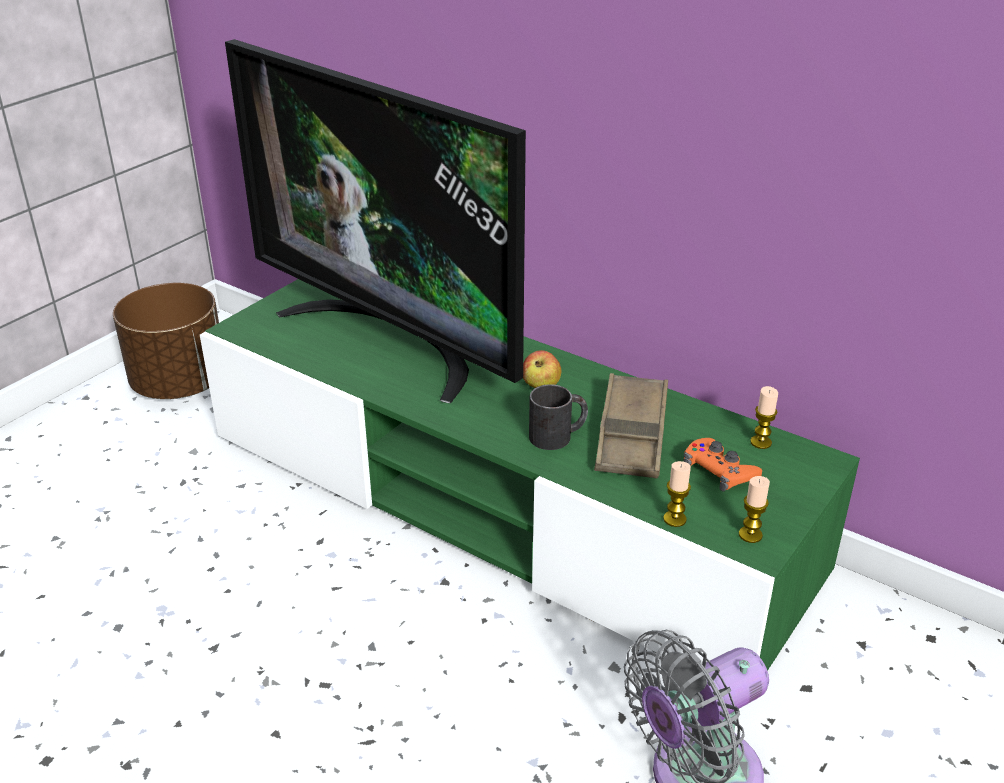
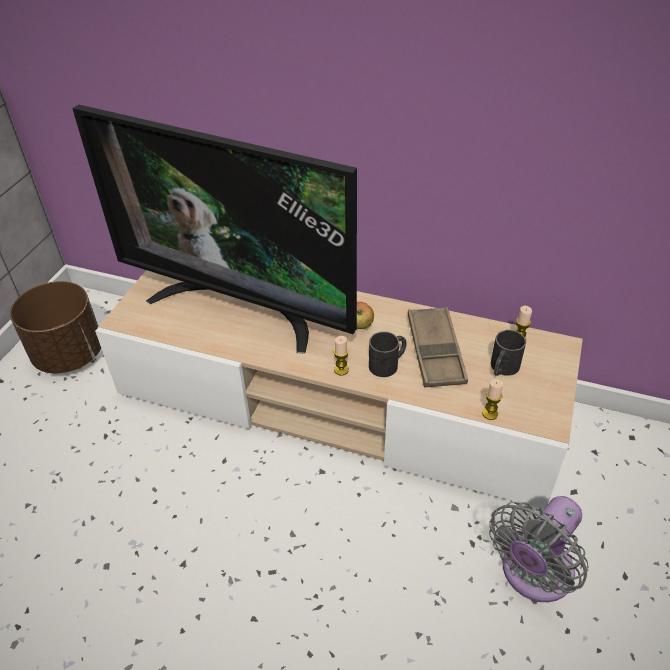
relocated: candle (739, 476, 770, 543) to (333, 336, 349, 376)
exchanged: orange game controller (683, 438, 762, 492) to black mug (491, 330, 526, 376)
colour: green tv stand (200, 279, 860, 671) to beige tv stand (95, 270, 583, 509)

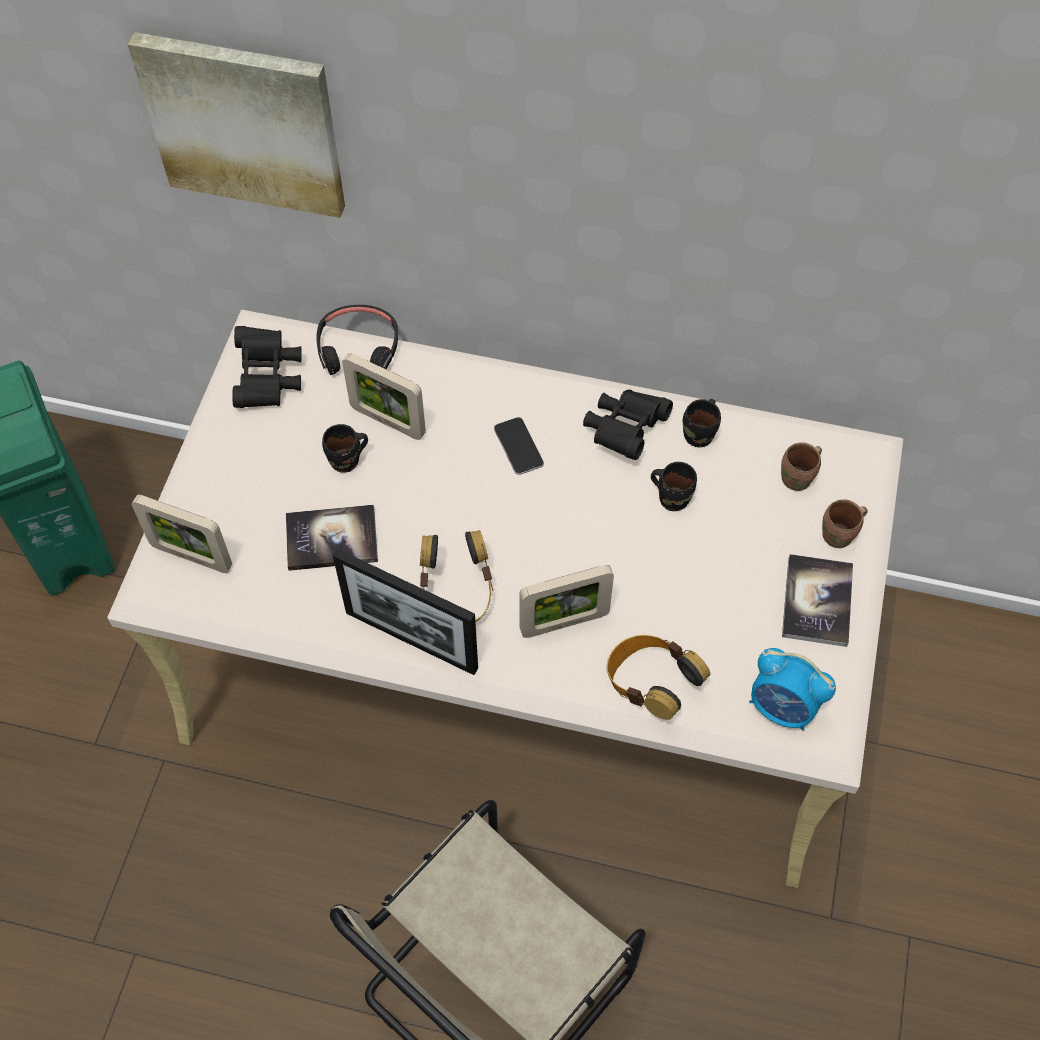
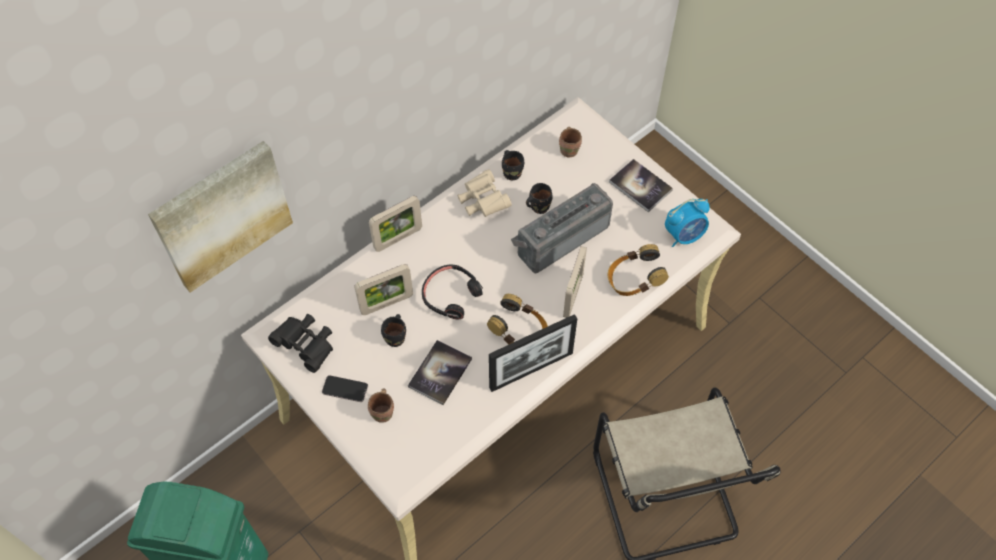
appeared: radio (511, 183, 613, 274)
relocated: picture frame (131, 495, 232, 573) to (369, 196, 422, 252); black headphones (316, 305, 398, 375) to (422, 265, 483, 319); phone (494, 417, 544, 475) to (322, 375, 368, 402); brown mug (822, 499, 868, 548) to (368, 388, 394, 423)
colour: black binoculars (583, 390, 673, 460) to beige binoculars (457, 169, 512, 217)

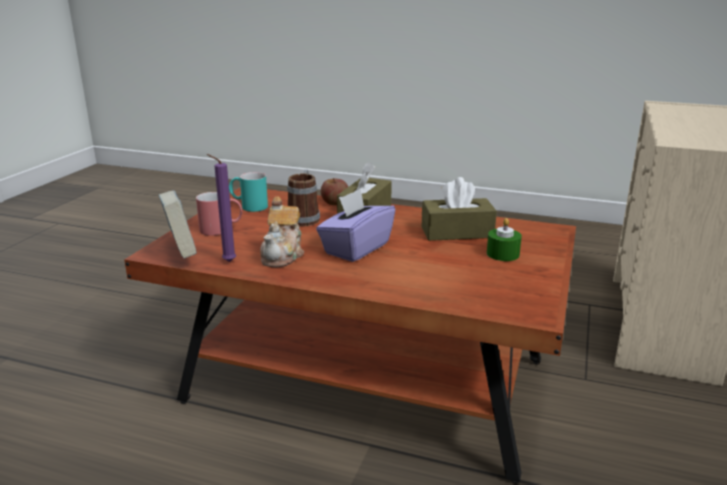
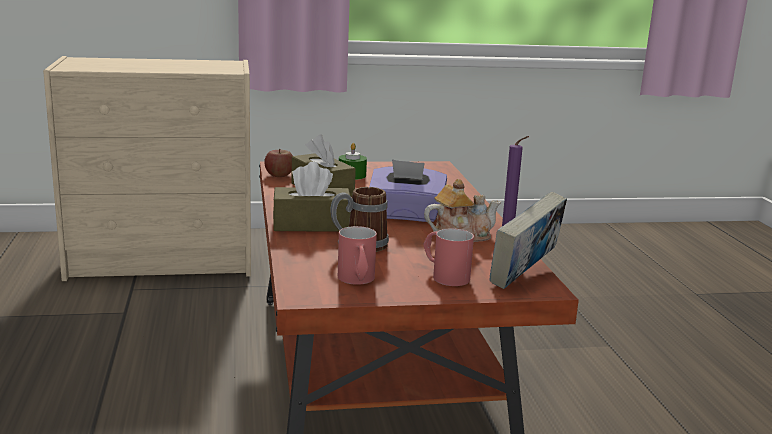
relocated: apple (321, 178, 348, 205) to (264, 149, 293, 177)
colour: turquoise mug (229, 172, 268, 212) to red mug (338, 226, 377, 285)

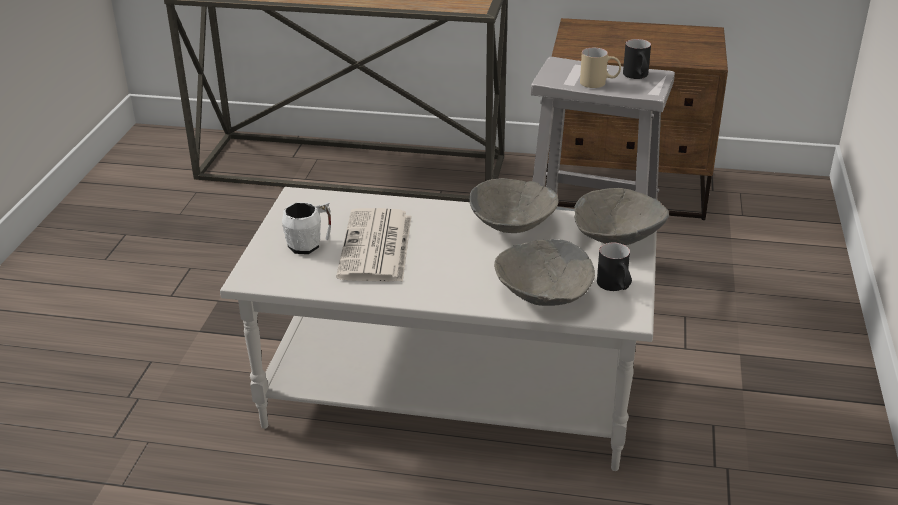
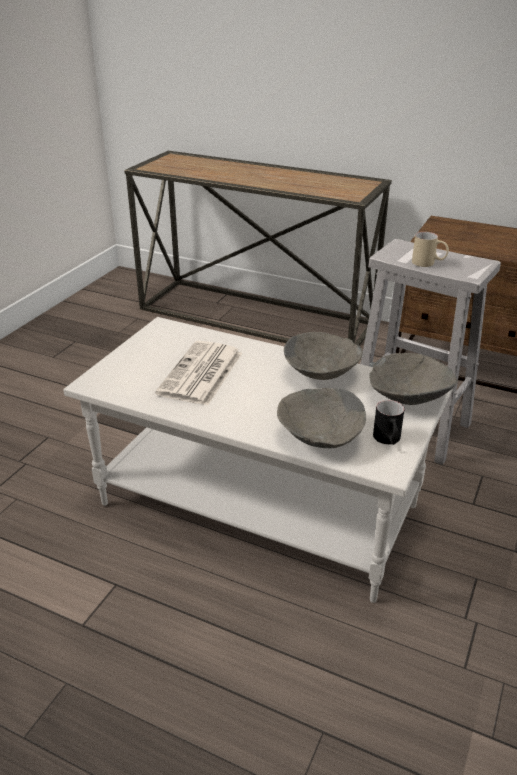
missing: white mug (282, 202, 331, 254); black mug (623, 39, 651, 79)

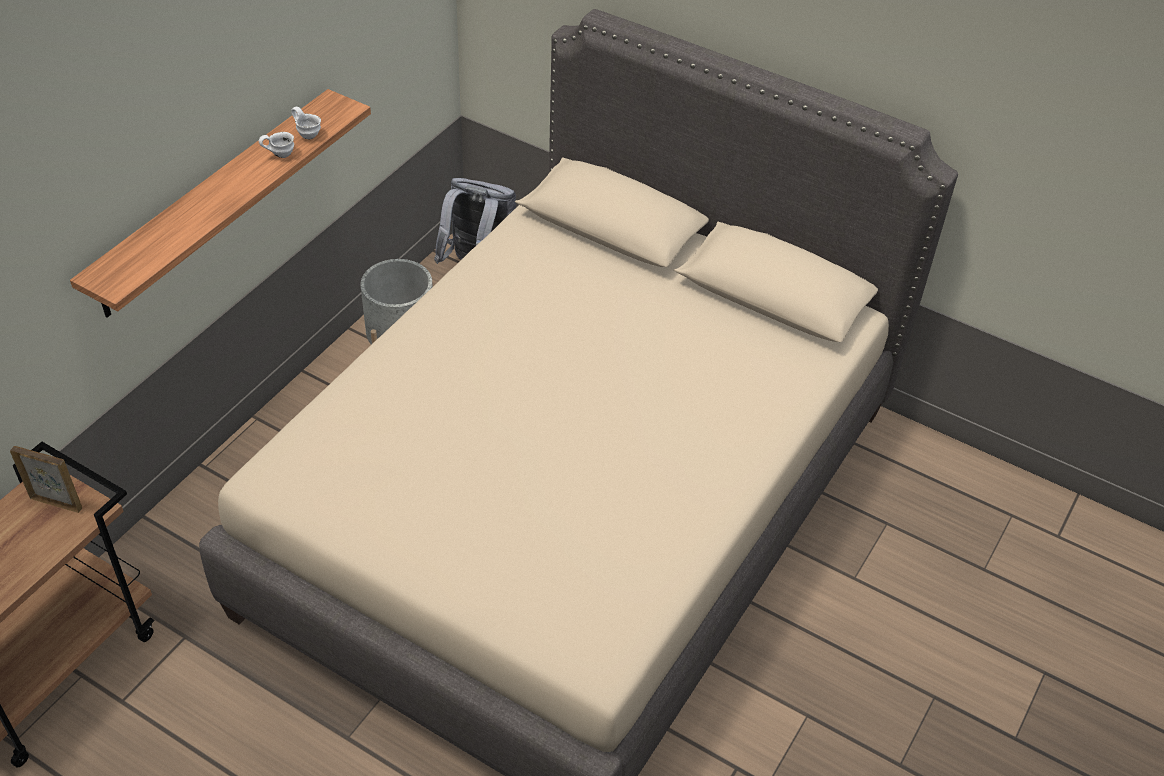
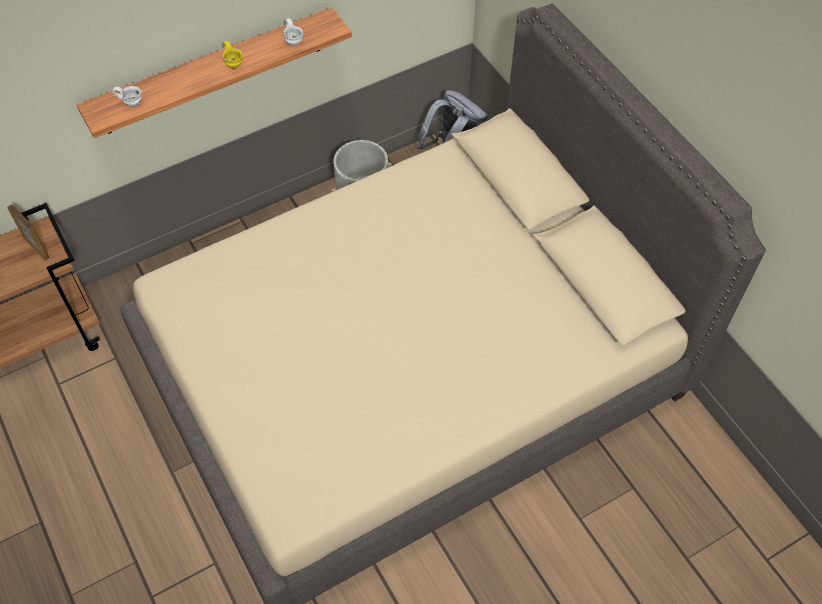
appeared: yellow mug (222, 41, 243, 69)
relocated: white mug (259, 132, 294, 158) to (113, 86, 142, 107)

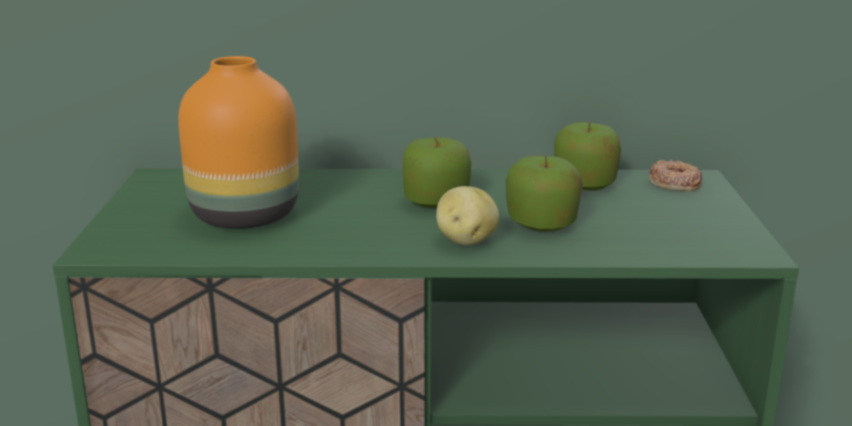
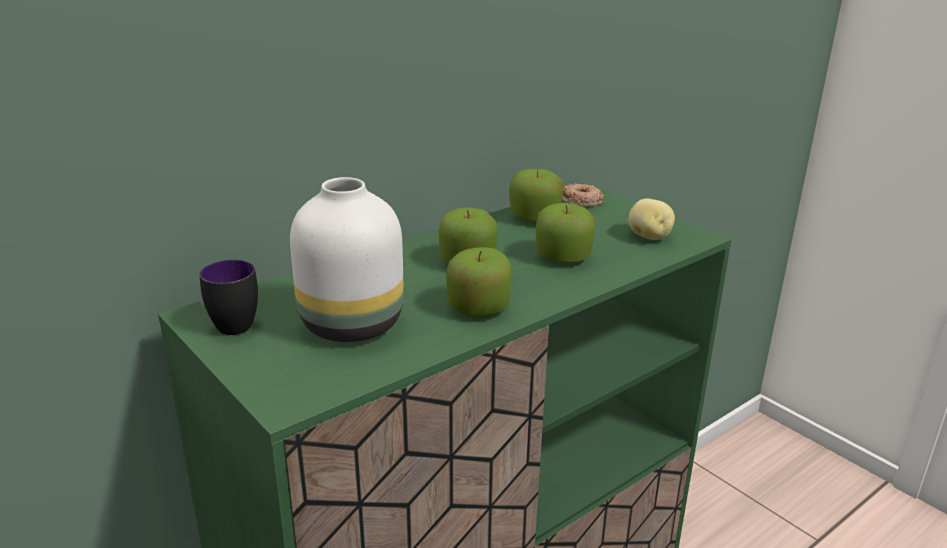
appeared: mug (200, 260, 258, 335); apple (446, 247, 512, 318)
relocated: potato (436, 186, 499, 246) to (629, 198, 675, 240)
colour: orange vase (178, 56, 299, 229) to white vase (290, 177, 404, 342)

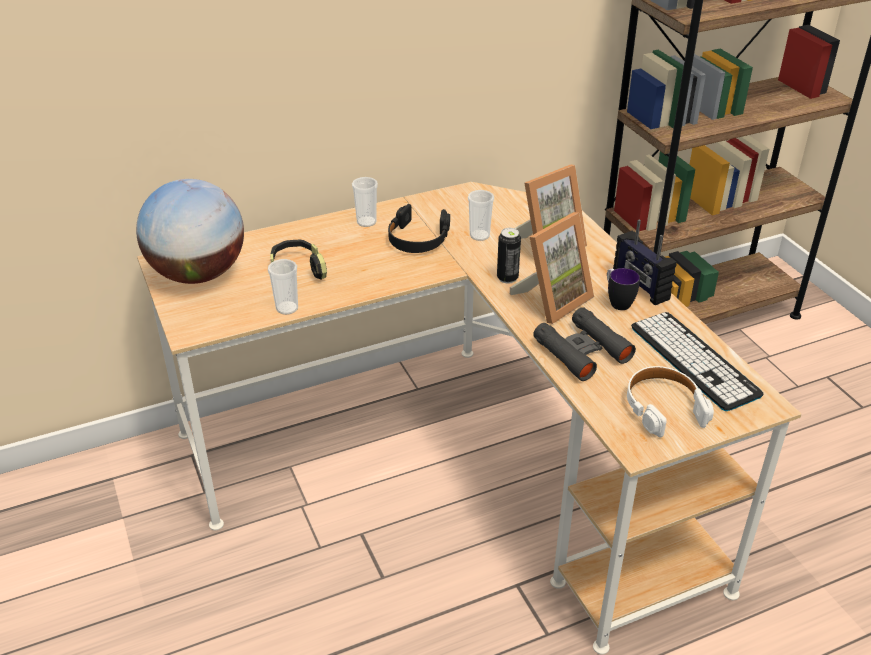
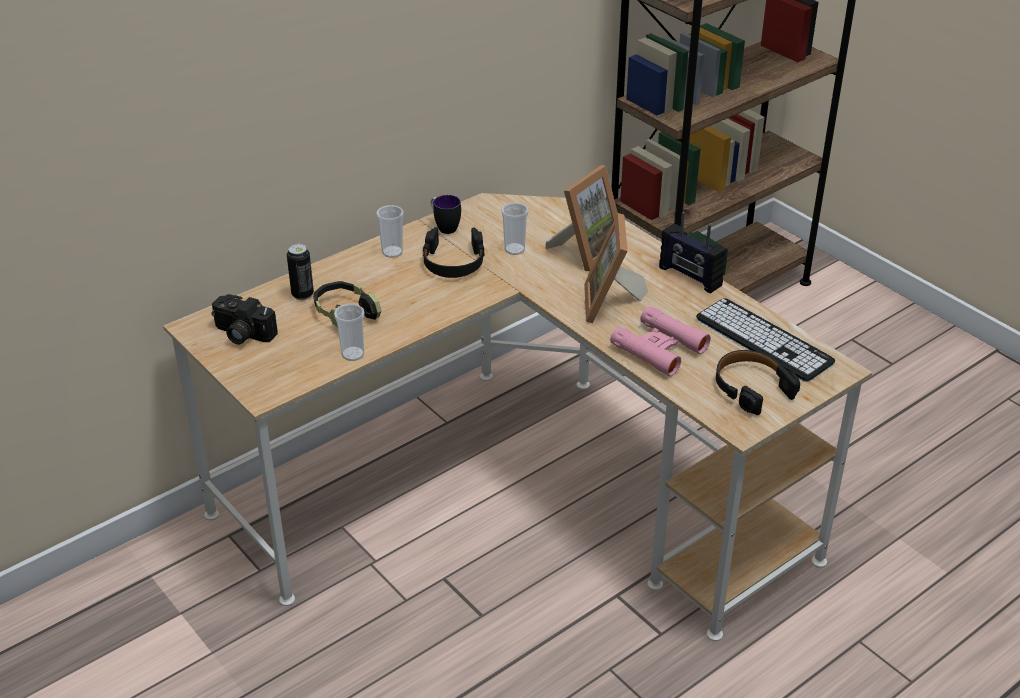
relocated: can (497, 228, 521, 284) to (287, 244, 314, 300); mug (607, 268, 640, 310) to (431, 195, 461, 234)
exchanged: globe (136, 179, 244, 284) to photo camera (211, 294, 278, 345)
colour: black binoculars (533, 307, 636, 381) to pink binoculars (610, 306, 711, 376); white headphones (627, 366, 714, 438) to black headphones (716, 350, 800, 415)
spun: picture frame (510, 212, 594, 324) = (584, 213, 648, 323) 150 degrees clockwise

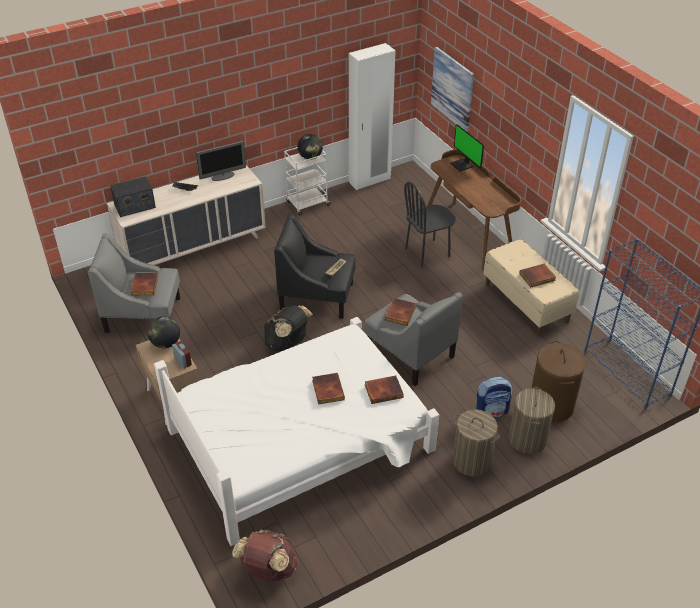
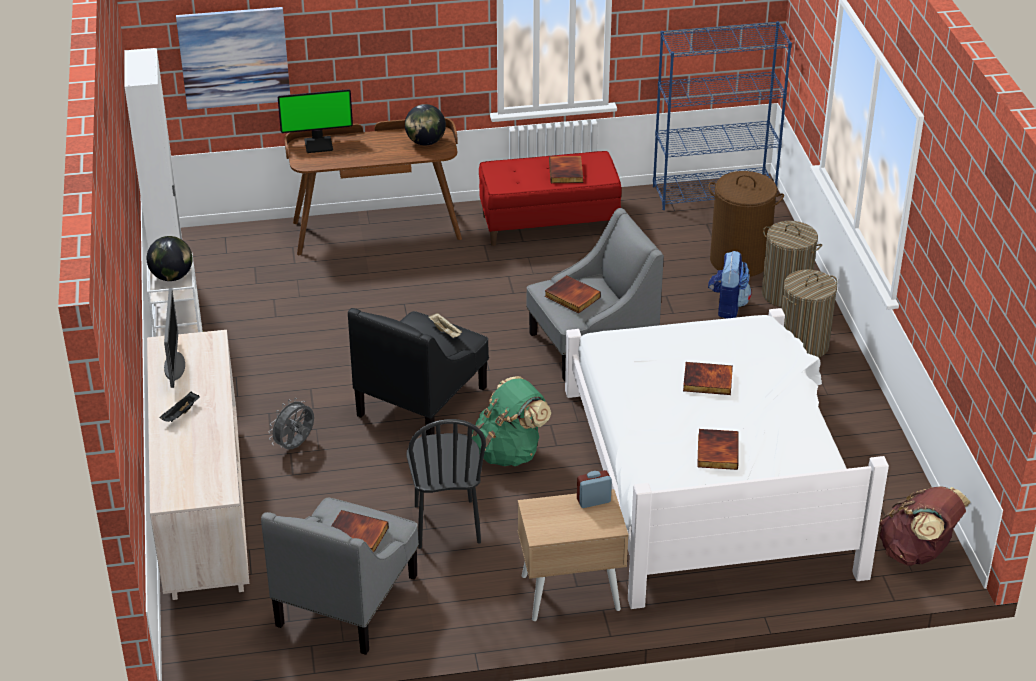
missing: radio (110, 176, 156, 217)
appeared: grey fan (268, 398, 314, 450)
relocated: globe (148, 316, 180, 348) to (405, 104, 446, 145); book (365, 376, 404, 404) to (697, 429, 739, 470); black chair (404, 182, 456, 267) to (406, 419, 486, 549)
colour: black backpack (264, 305, 313, 352) to green backpack (472, 376, 551, 466); beige bench (483, 239, 579, 336) to red bench (479, 151, 622, 246)

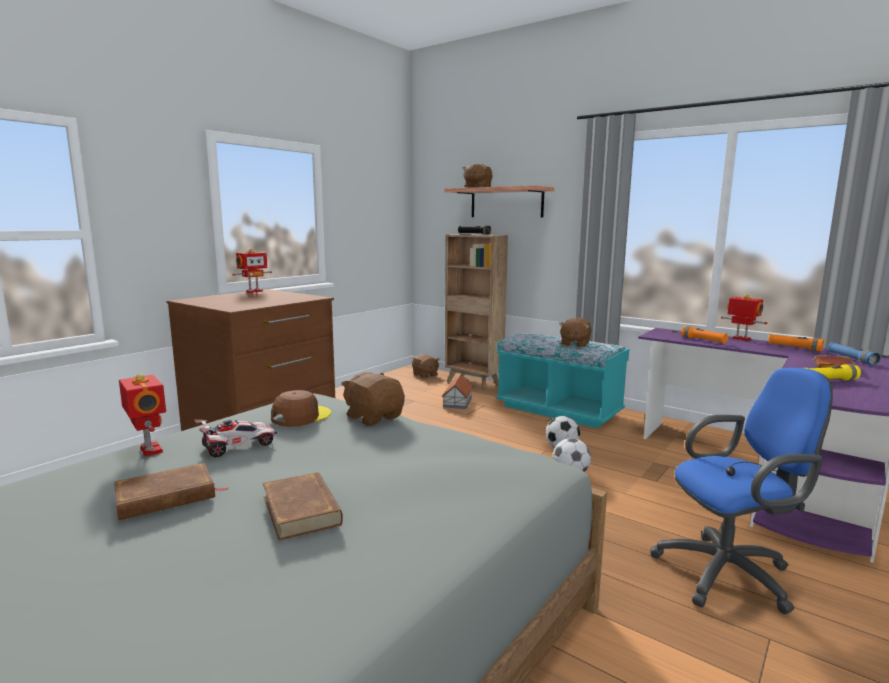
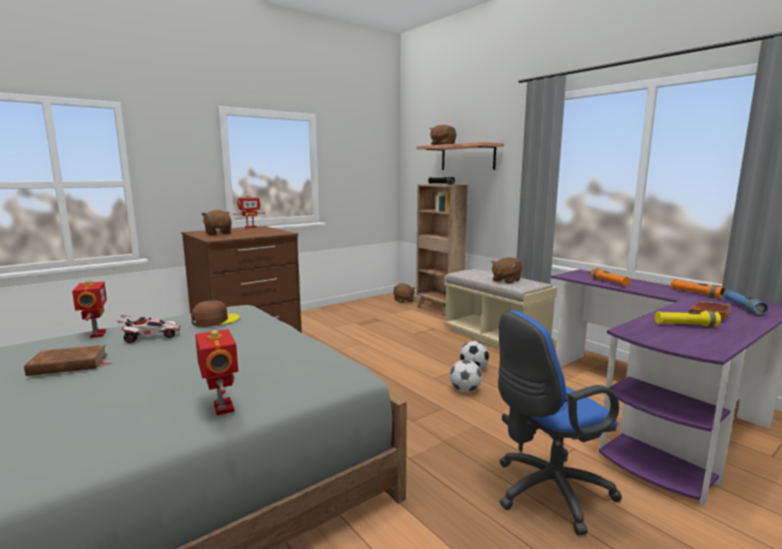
missing: brown book (263, 472, 343, 541); toy house (442, 375, 473, 409)
relocated: brown plush toy (341, 372, 405, 426) to (201, 210, 232, 235); toy robot (721, 294, 767, 341) to (195, 329, 238, 415)
colour: turquoise bench (496, 333, 629, 428) to beige bench (443, 269, 557, 349)
spun: blue office chair (650, 368, 833, 614) = (498, 311, 622, 535) 150 degrees clockwise

